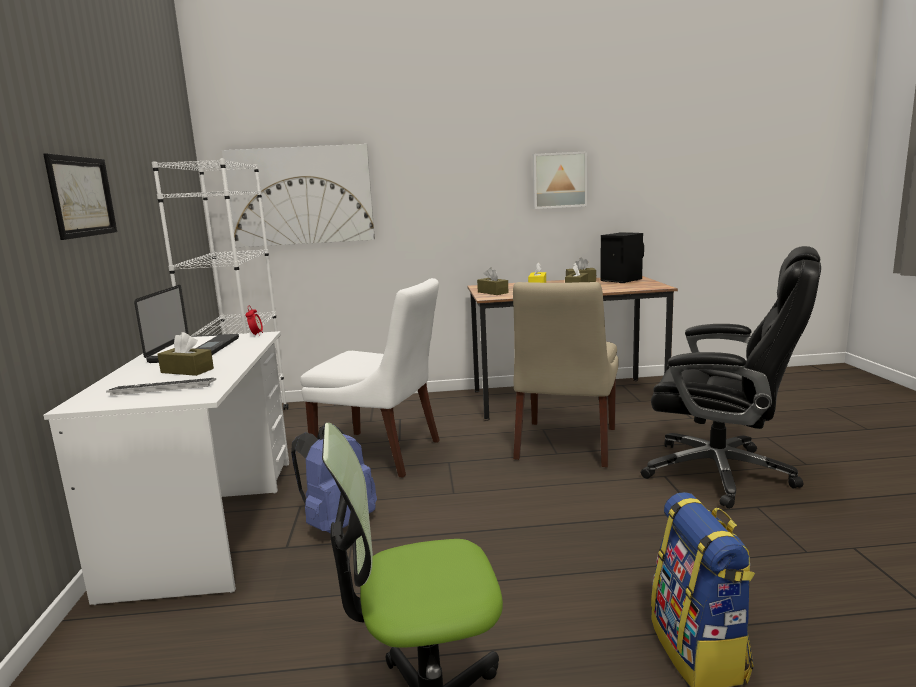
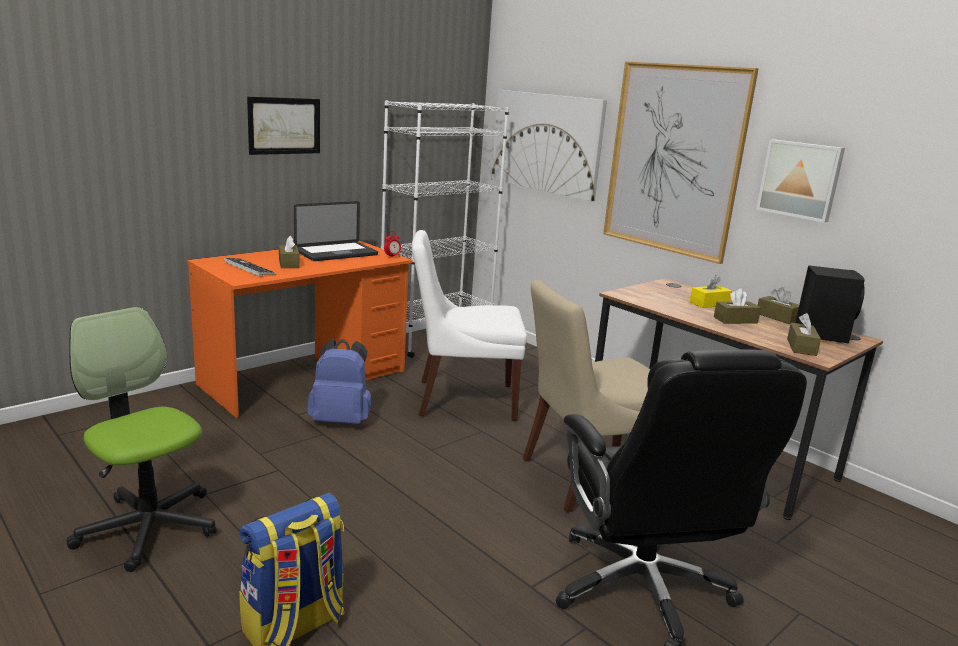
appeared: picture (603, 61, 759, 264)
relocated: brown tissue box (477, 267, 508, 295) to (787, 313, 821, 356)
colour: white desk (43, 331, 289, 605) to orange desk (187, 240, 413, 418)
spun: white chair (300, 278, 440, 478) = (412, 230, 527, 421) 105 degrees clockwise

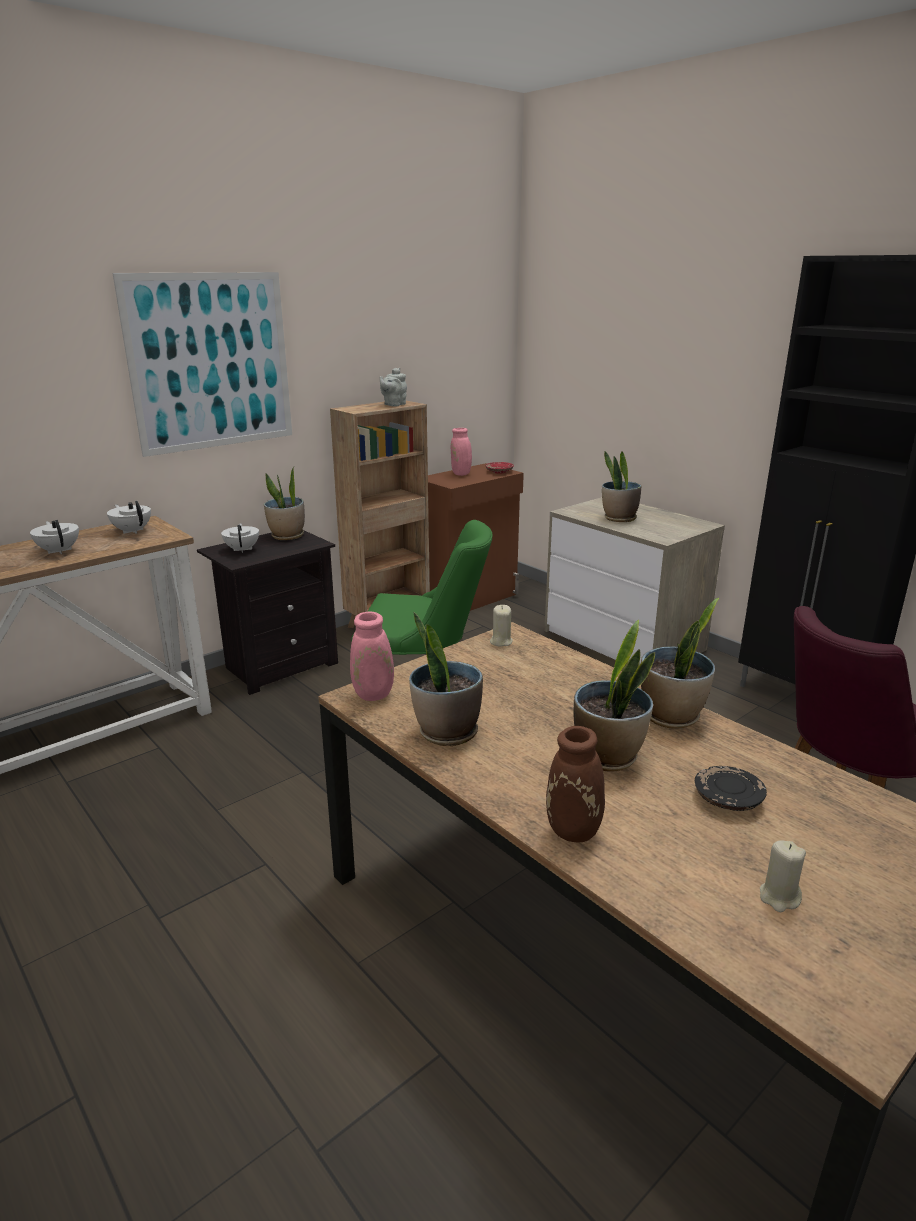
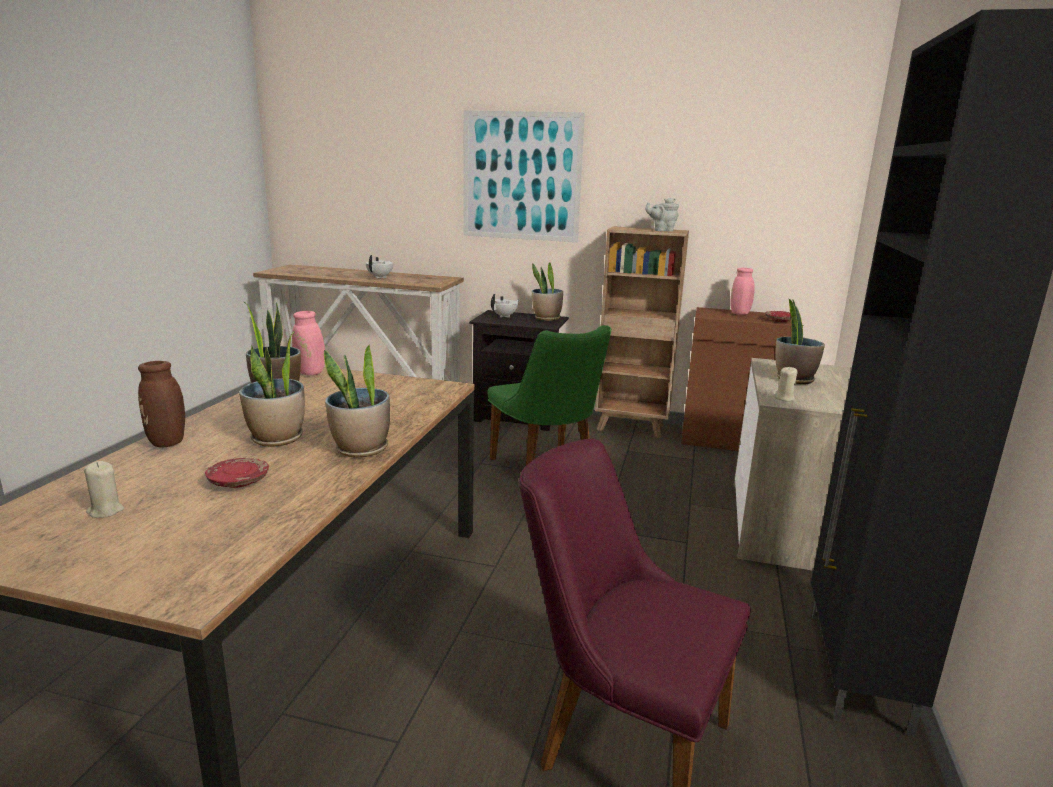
missing: white teapot (107, 501, 151, 534)
relocated: beige candle (490, 605, 513, 646) to (774, 366, 798, 401)
colour: black plate (695, 766, 767, 811) to red plate (205, 458, 269, 488)

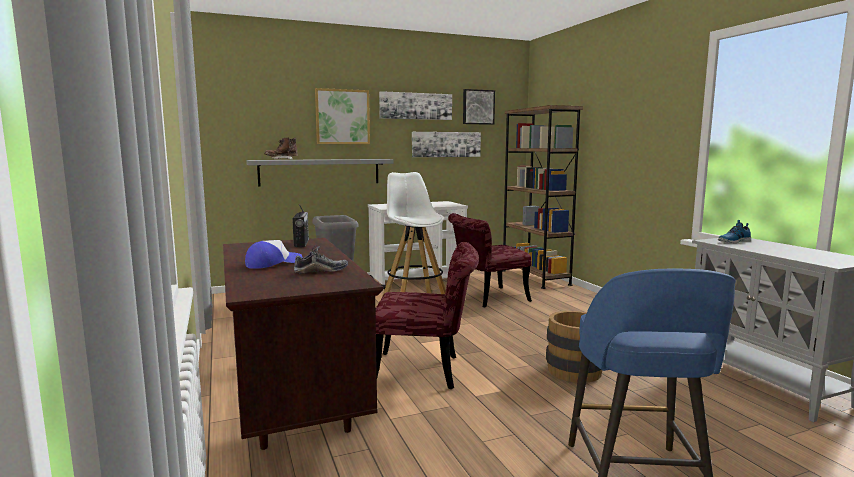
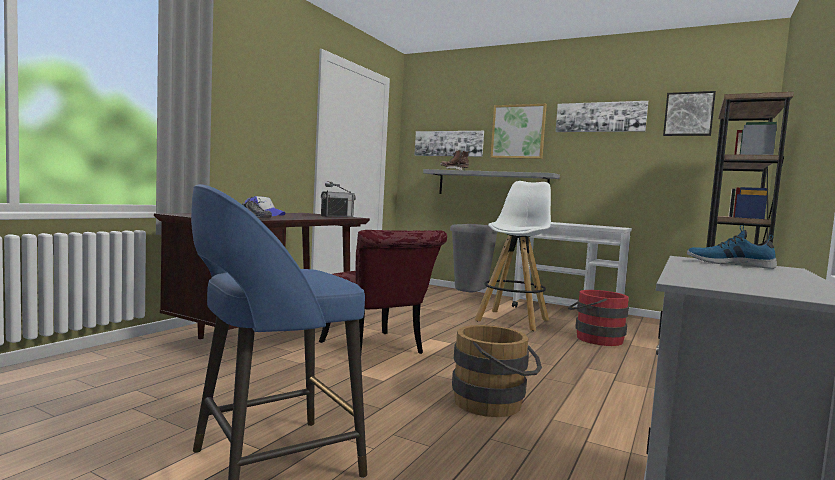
relocated: picture (412, 132, 481, 157) to (415, 131, 484, 157)
exchanged: red chair (448, 213, 532, 308) to red bucket (568, 290, 629, 346)

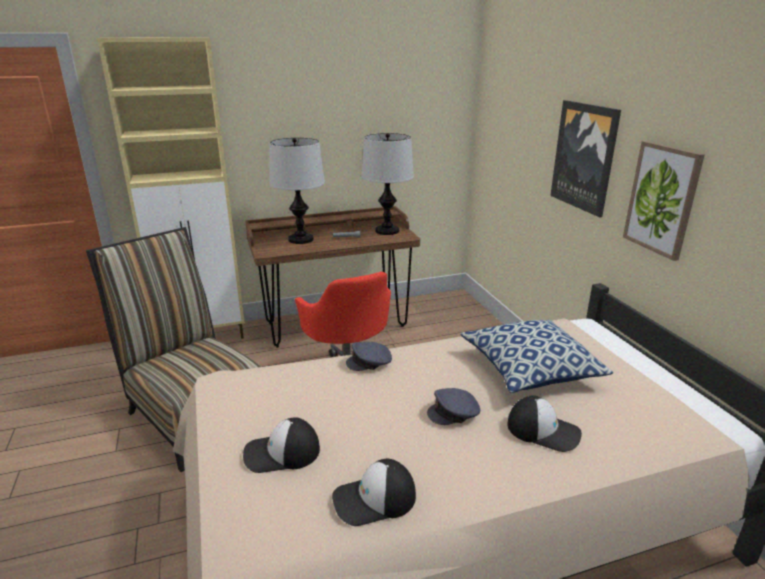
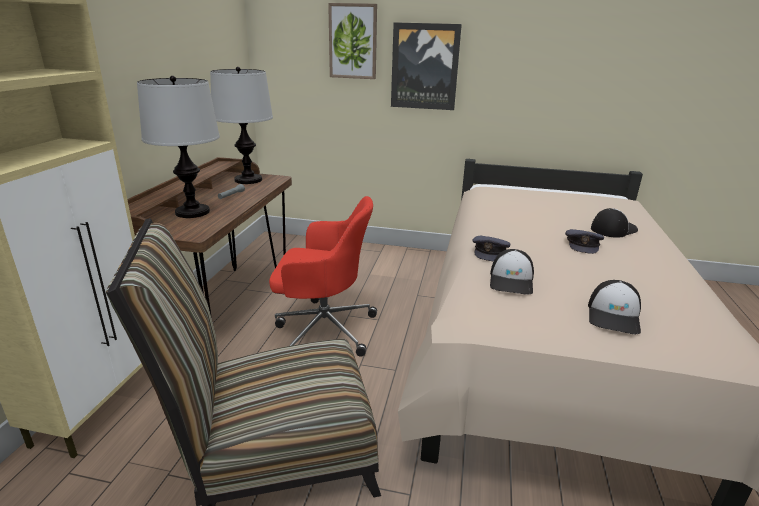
missing: pillow (460, 320, 613, 393)
relocated: cap (332, 459, 416, 526) to (490, 249, 534, 294); picture (623, 141, 705, 261) to (328, 3, 377, 79)

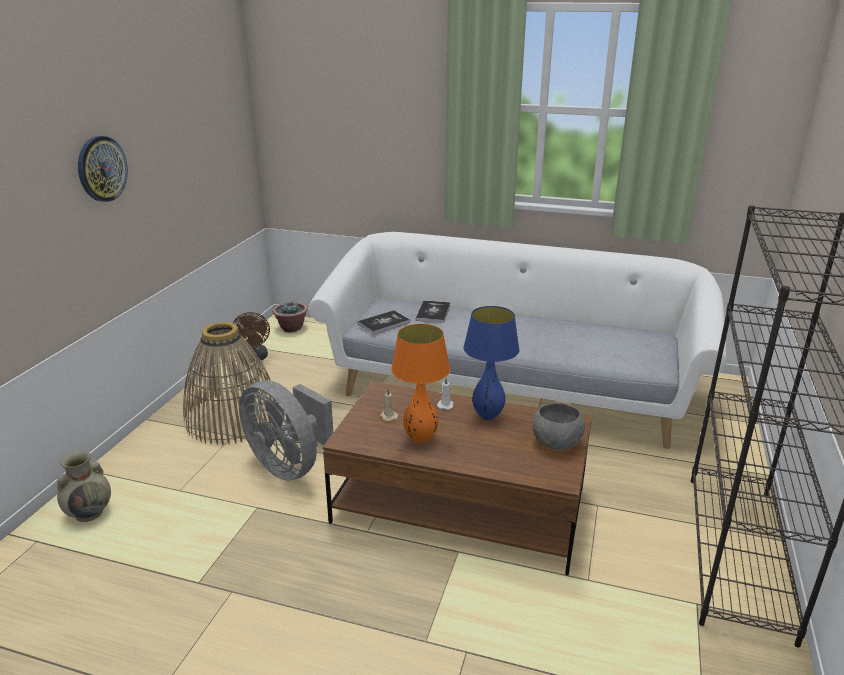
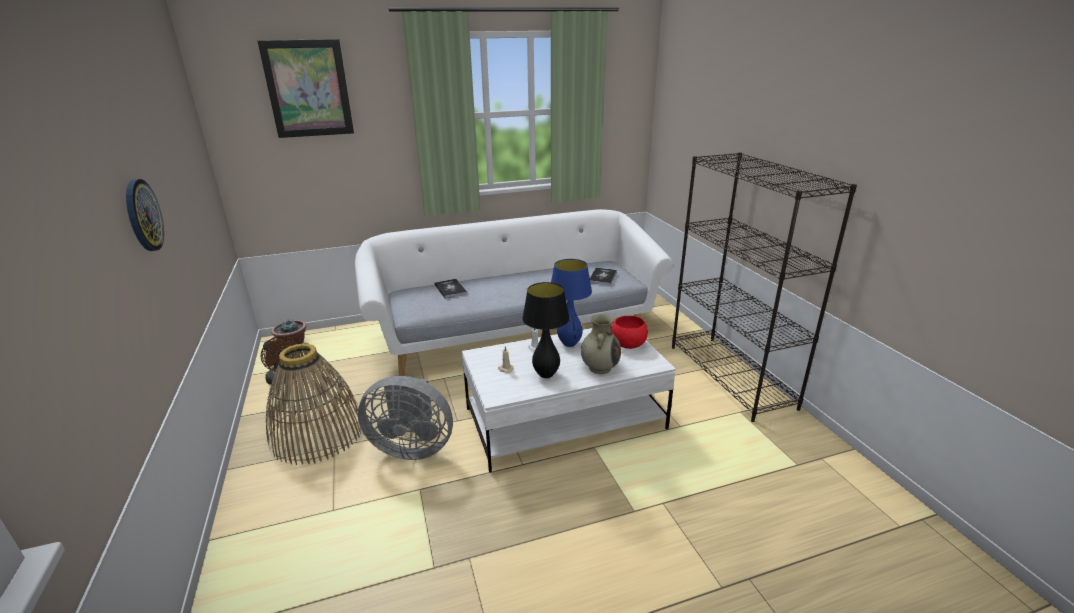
appeared: picture (258, 39, 354, 138)
relocated: beige vase (57, 451, 111, 522) to (581, 314, 621, 374); book (357, 311, 410, 334) to (590, 268, 617, 285)
colour: brown coffee table (323, 381, 592, 576) to white coffee table (462, 326, 676, 472); orange table lamp (391, 324, 450, 443) to black table lamp (522, 282, 570, 378); grey bowl (532, 403, 585, 450) to red bowl (611, 316, 648, 349)

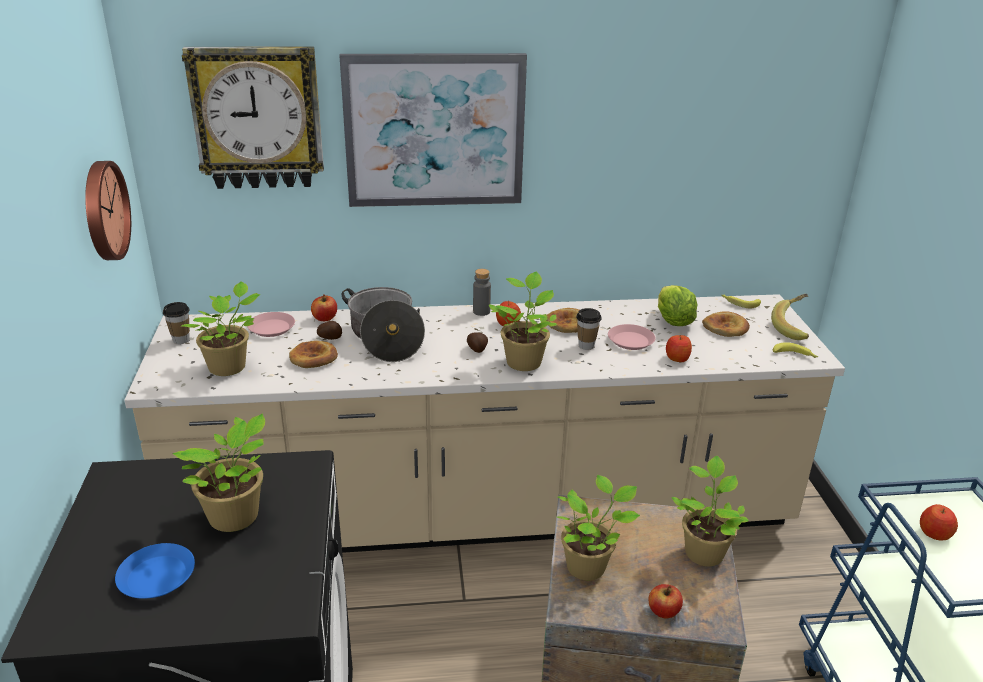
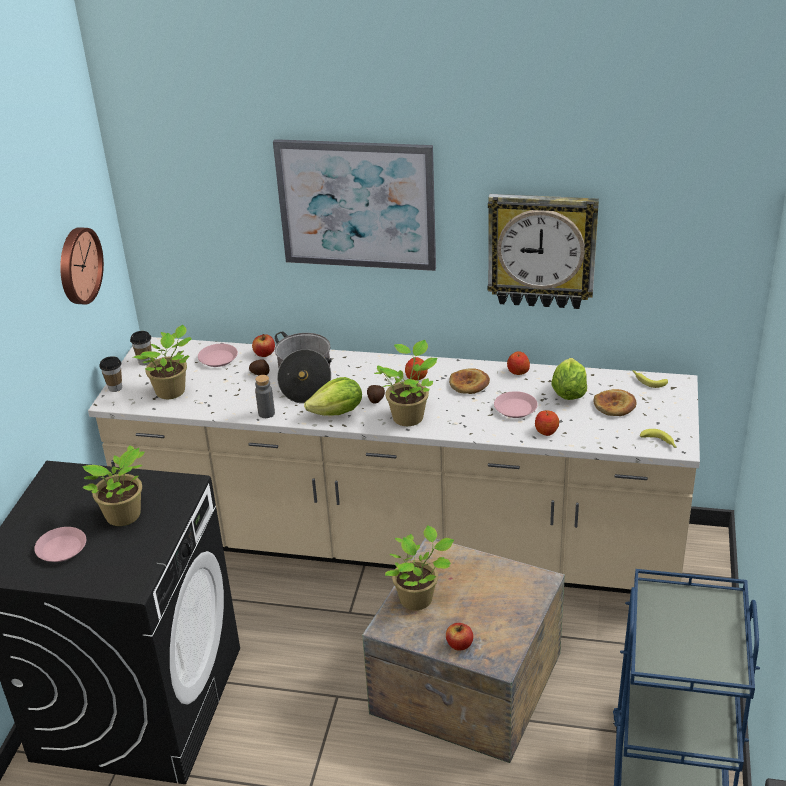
missing: bread (289, 341, 338, 368); potted plant (672, 455, 749, 567); banana (771, 294, 809, 340)
appeared: lettuce (304, 377, 362, 416)
relocated: wall clock (182, 46, 324, 189) to (488, 194, 599, 309); grey bottle (473, 269, 491, 316) to (255, 375, 275, 418); cup (576, 308, 602, 350) to (99, 356, 122, 392); apple (920, 504, 958, 541) to (507, 351, 530, 375)
colour: blue plate (115, 543, 195, 599) to pink plate (34, 527, 86, 562)

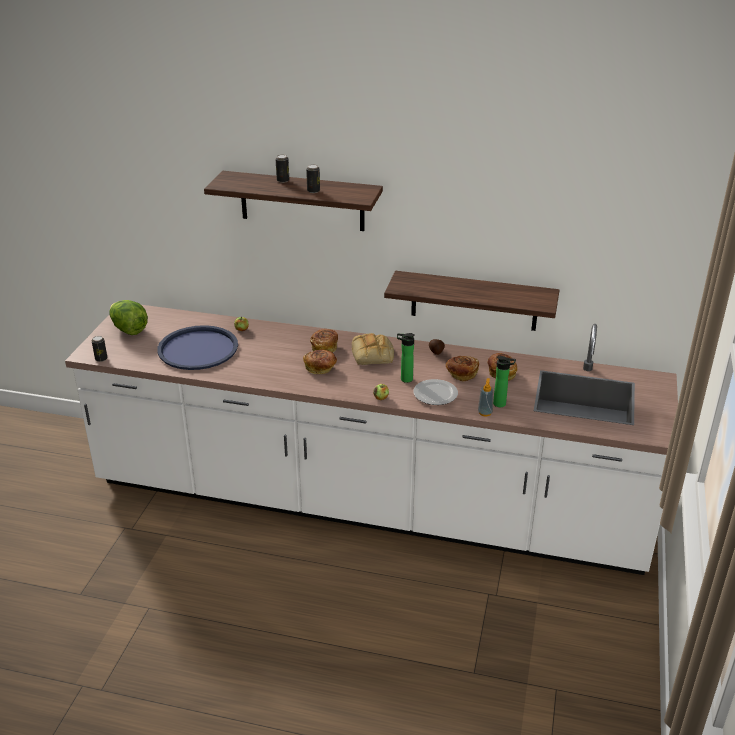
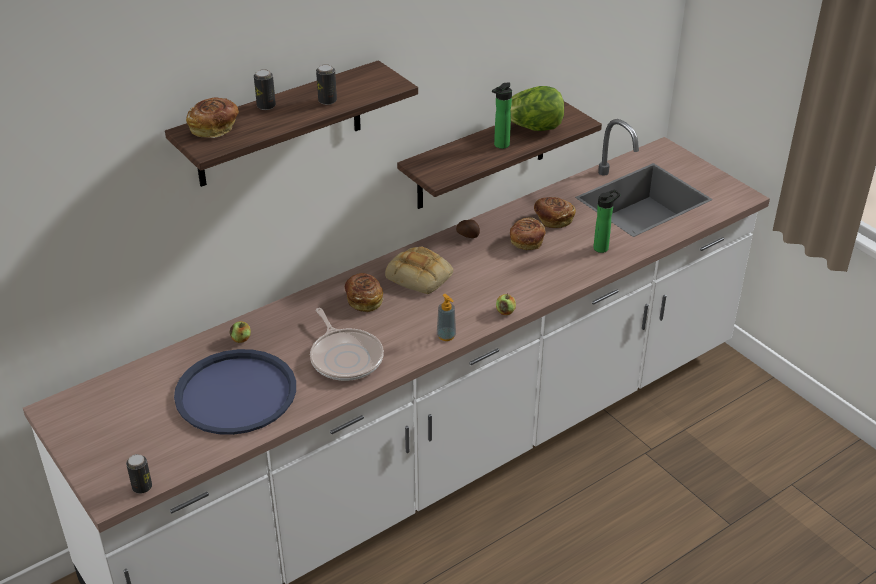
missing: plate (413, 379, 458, 405)
appeared: frying pan (310, 308, 384, 381)
relocated: lettuce (110, 300, 148, 335) to (511, 86, 564, 131); bread (303, 350, 337, 374) to (186, 98, 239, 138); bottle (397, 333, 415, 383) to (492, 82, 512, 149); soap dispenser (478, 378, 494, 416) to (437, 294, 456, 341)

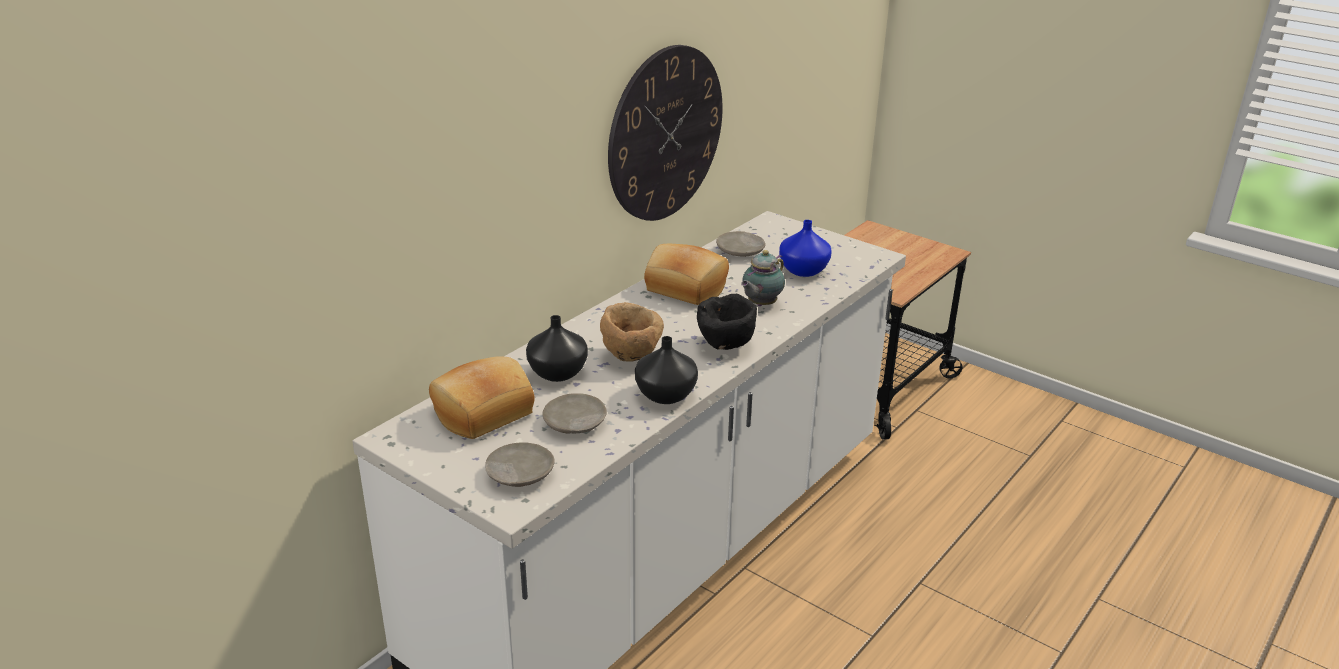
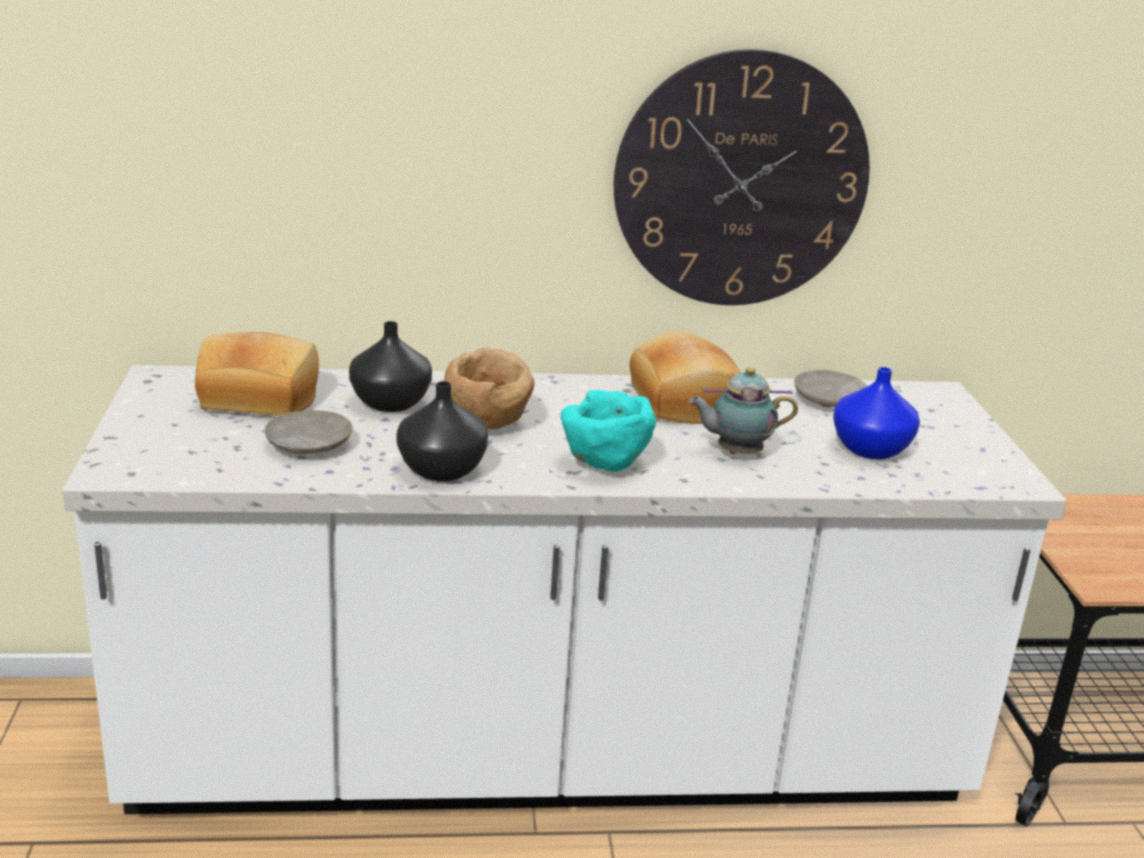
missing: beige plate (485, 442, 555, 487)
colour: black bowl (697, 294, 757, 350) to turquoise bowl (561, 390, 656, 472)

